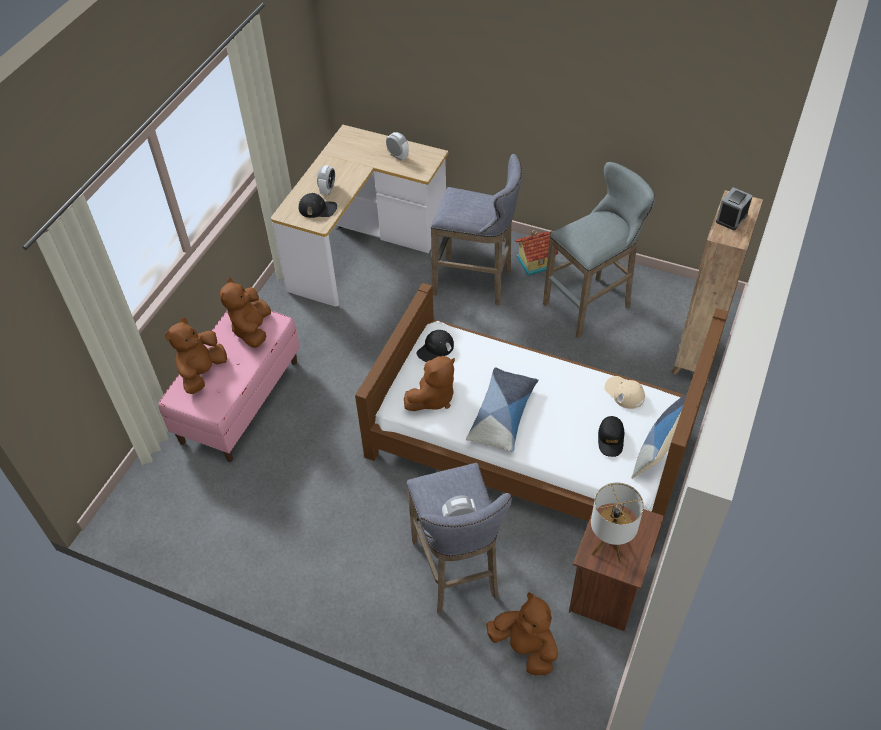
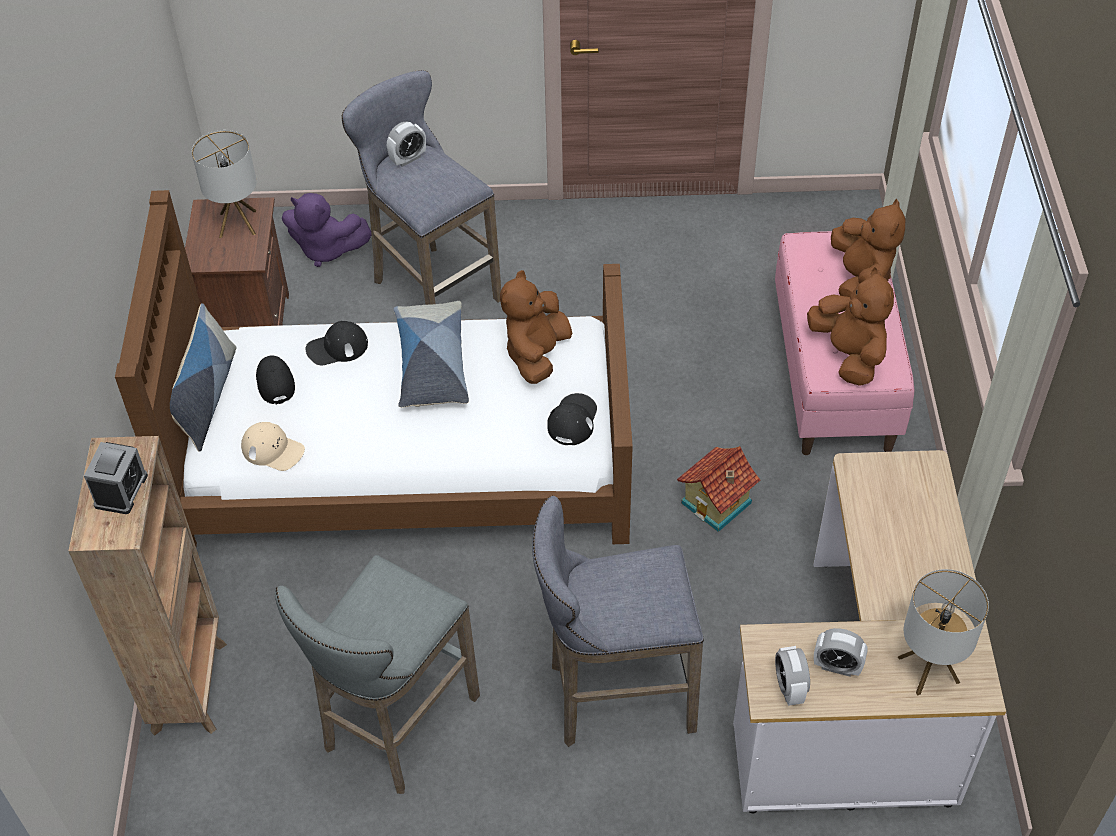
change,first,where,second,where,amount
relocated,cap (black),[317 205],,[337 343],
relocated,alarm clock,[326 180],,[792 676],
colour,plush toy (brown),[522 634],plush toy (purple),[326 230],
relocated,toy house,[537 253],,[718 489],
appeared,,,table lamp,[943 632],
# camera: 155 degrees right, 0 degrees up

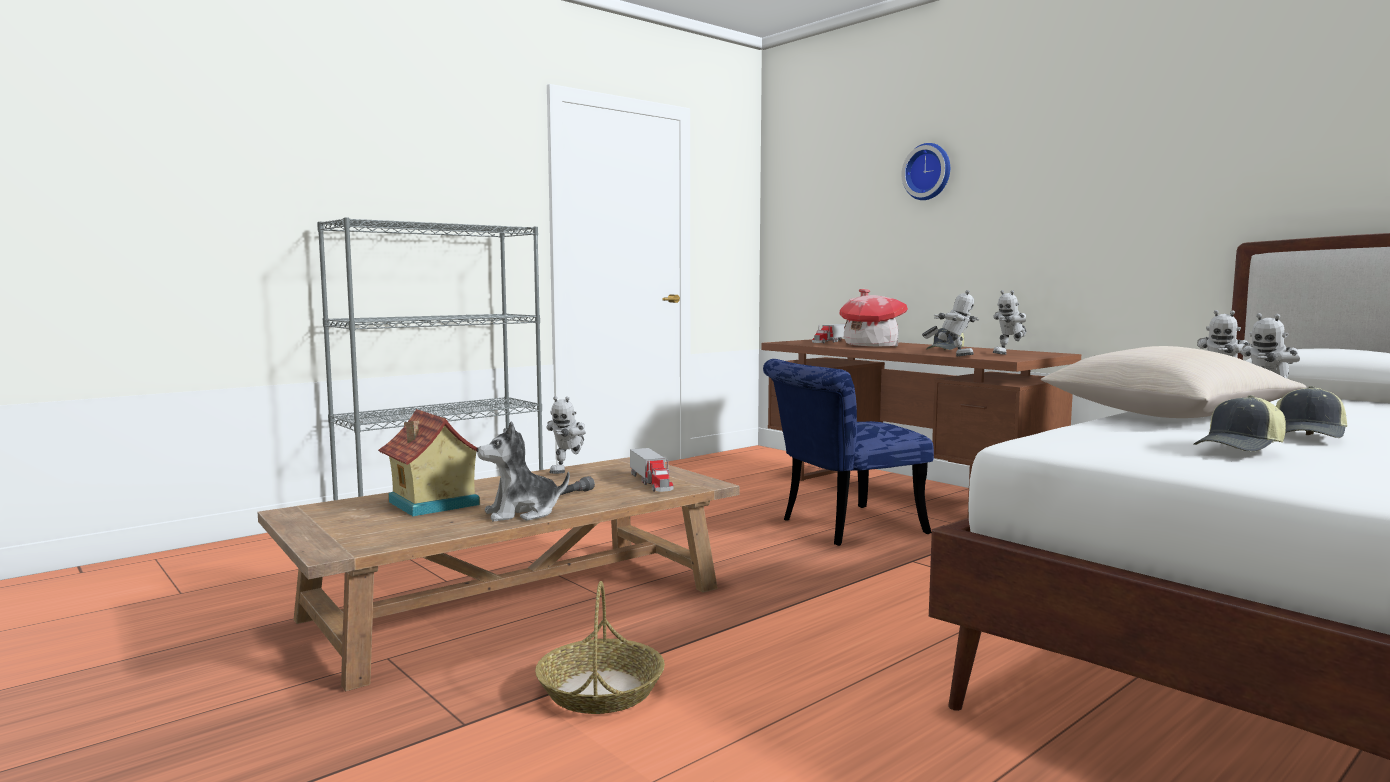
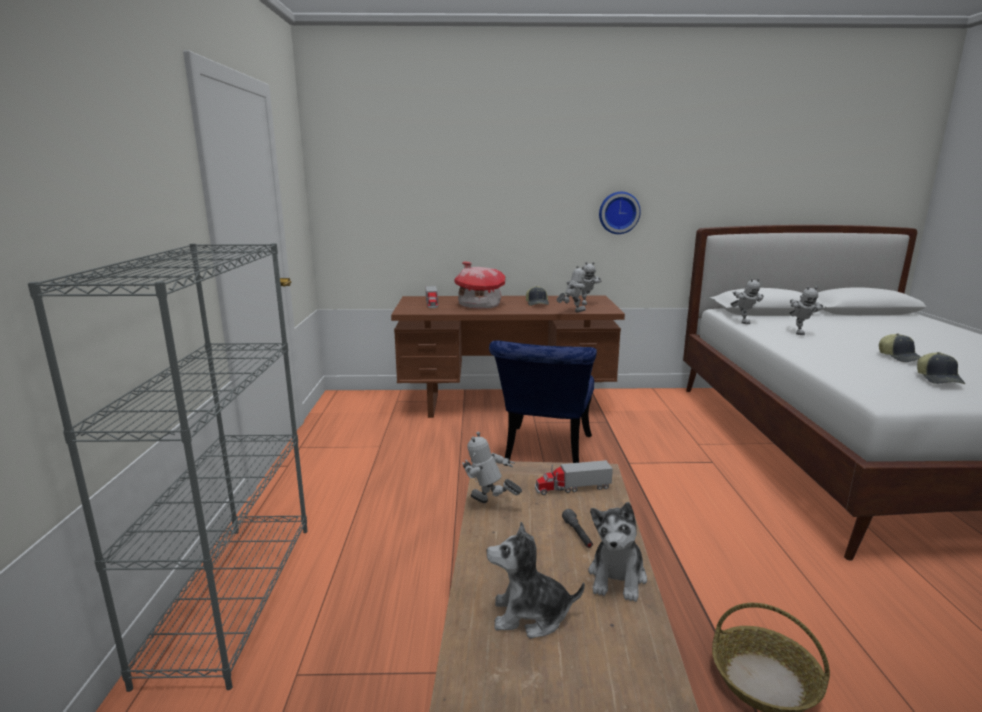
change,first,where,second,where,amount
exchanged,toy house,[429 462],plush toy,[536 580],
spun,toy robot,[566 435],,[492 467],150 degrees clockwise
spun,toy truck,[652 470],,[574 477],150 degrees clockwise
relocated,wall clock,[925 171],,[620 213],
missing,pillow (beige),[1174 382],,,
# camera: 50 degrees left, 10 degrees up

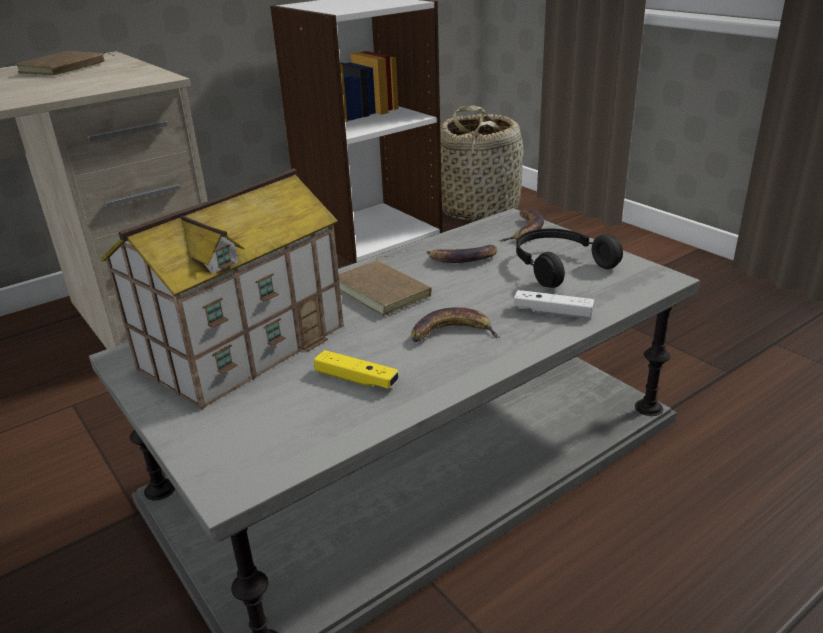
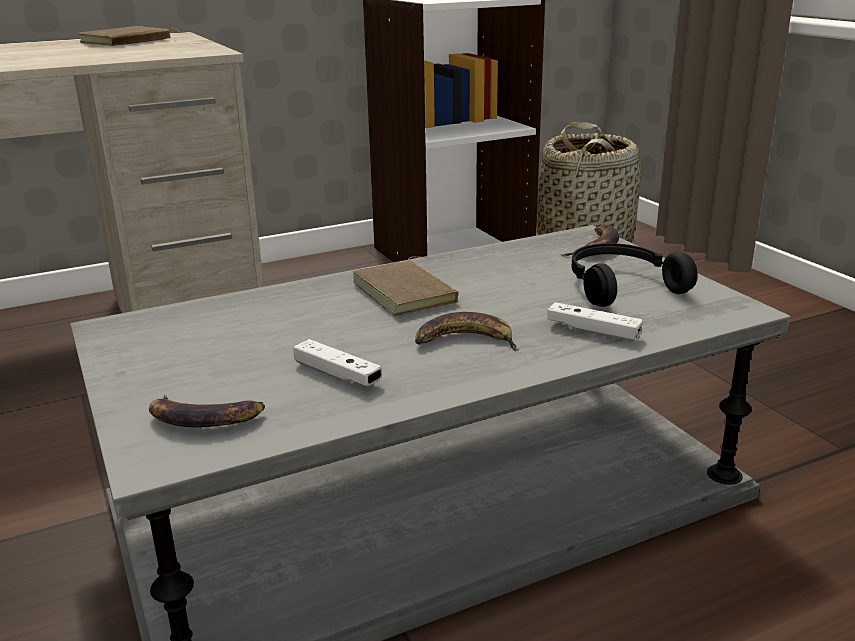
change,first,where,second,where,amount
missing,toy house,[222 288],,,
colour,game controller (yellow),[356 369],game controller (white),[337 362],
relocated,banana,[462 254],,[207 411],
# camera: 10 degrees right, 5 degrees down

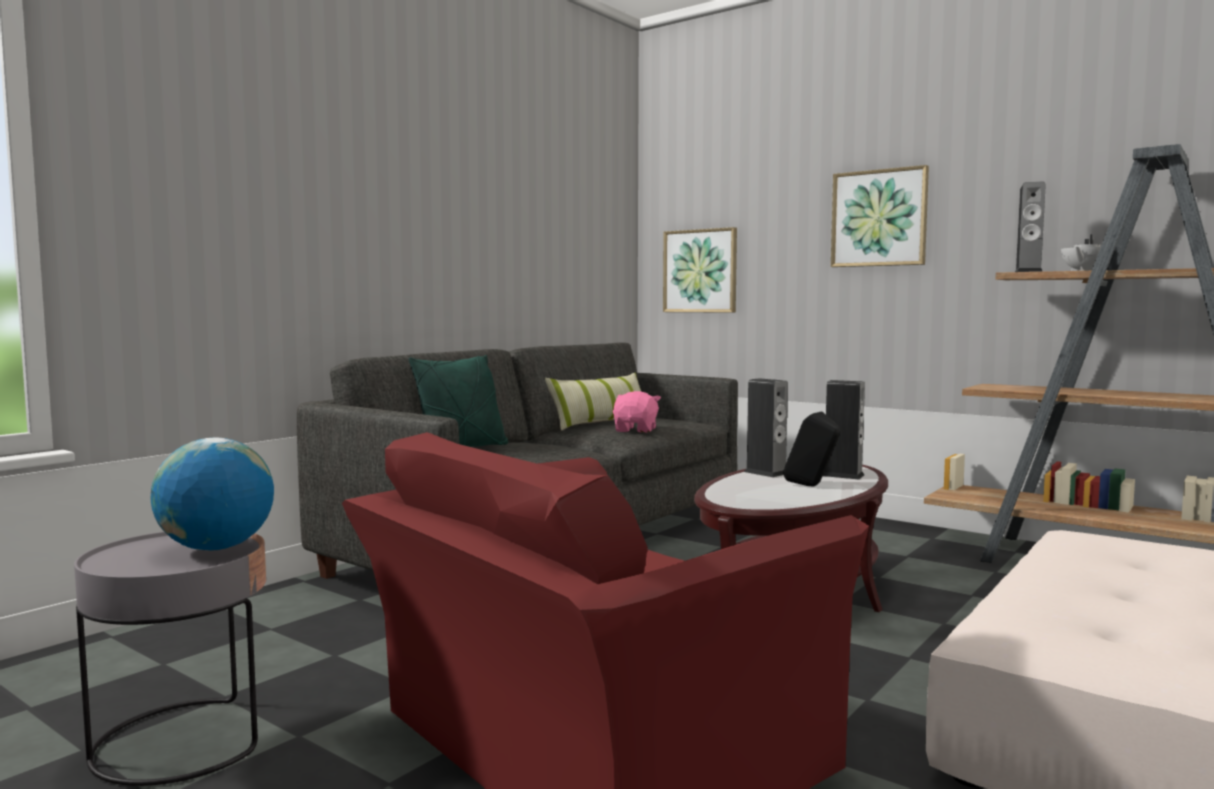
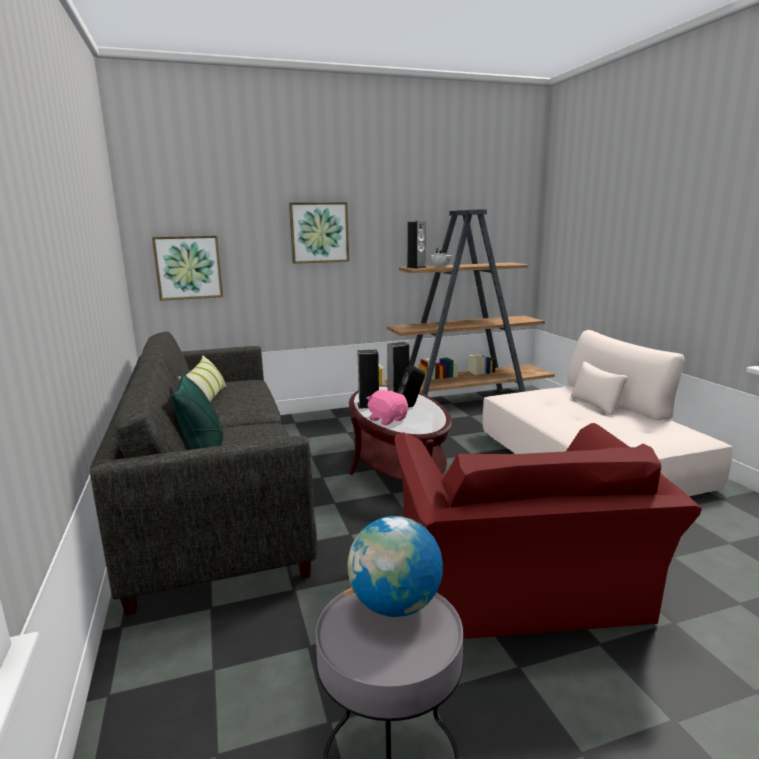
change,first,where,second,where,amount
relocated,plush toy (pink),[637 412],,[387 407],
# camera: 55 degrees left, 10 degrees up

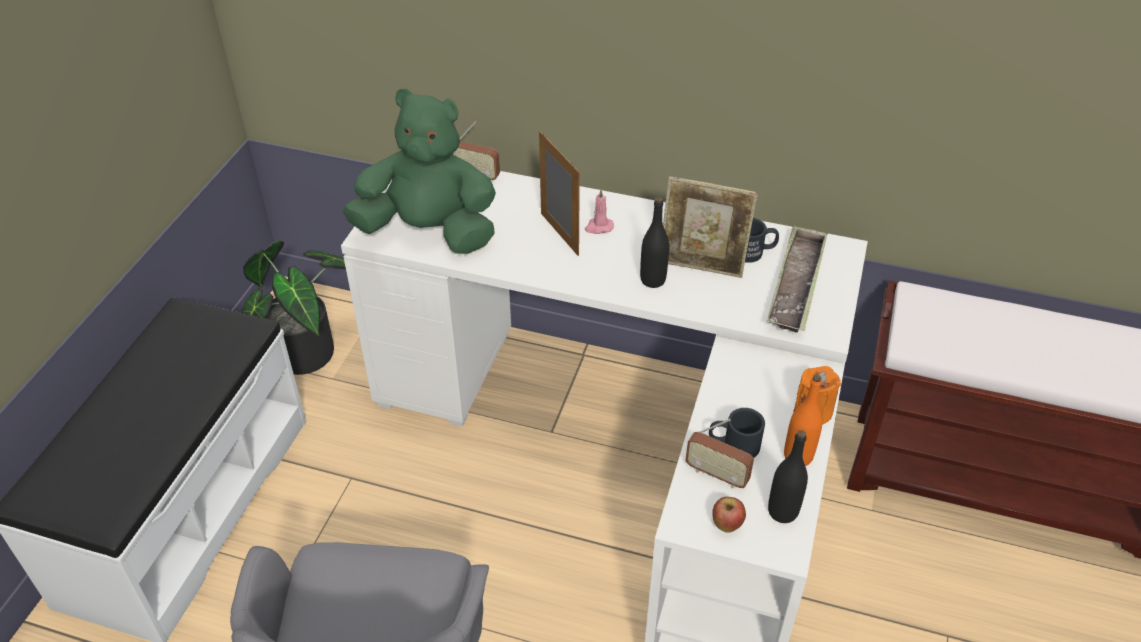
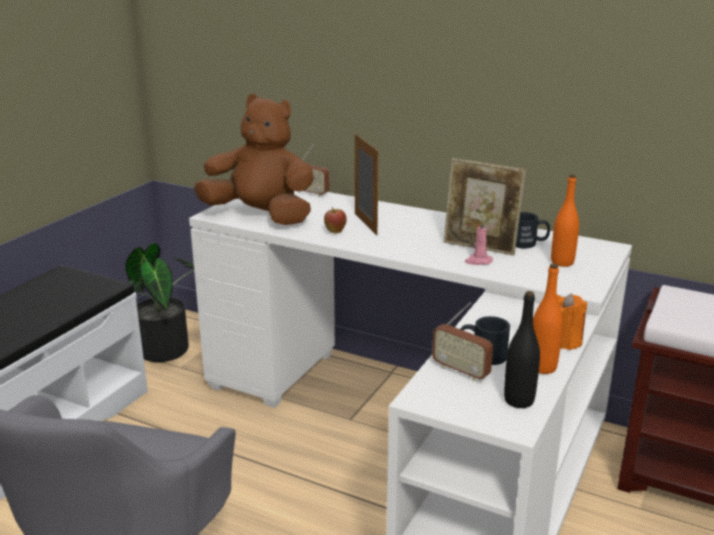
change,first,where,second,where,amount
colour,plush toy (green),[419 171],plush toy (brown),[254 159],
relocated,candle (pink),[599 211],,[479 242],
missing,bottle (black),[654 242],,,
relocated,apple,[729 515],,[335 220],
exchanged,tray,[797 279],bottle (orange),[565 220],
# camera: 10 degrees right, 20 degrees down

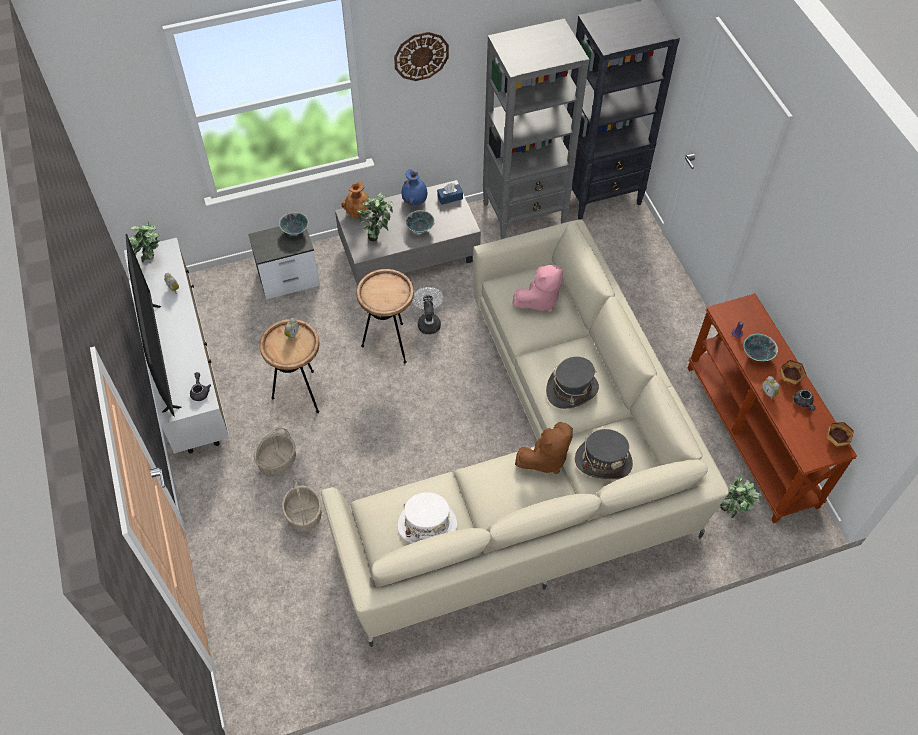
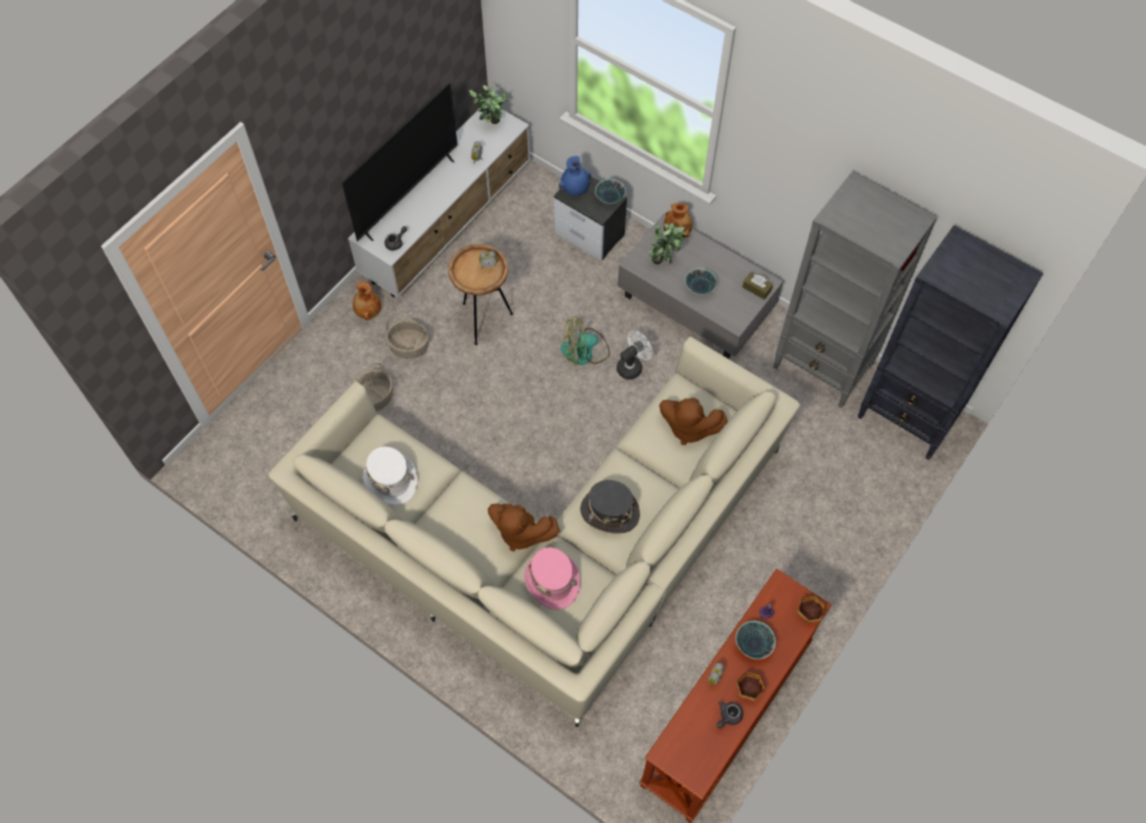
change,first,where,second,where,amount
exchanged,side table (brown),[385 316],fan,[585 341],
missing,wall clock,[421 56],,,
relocated,vase (blue),[414 187],,[575 176],
colour,tissue box (blue),[450 194],tissue box (brown),[758 286],
colour,plush toy (pink),[538 288],plush toy (brown),[693 421],
colour,hat (grey),[604 454],hat (pink),[552 578],
missing,potted plant,[741 496],,,
relocated,bowl,[840 434],,[811 609],
appeared,,,vase (brown),[367 301],
# camera: 55 degrees right, 5 degrees up

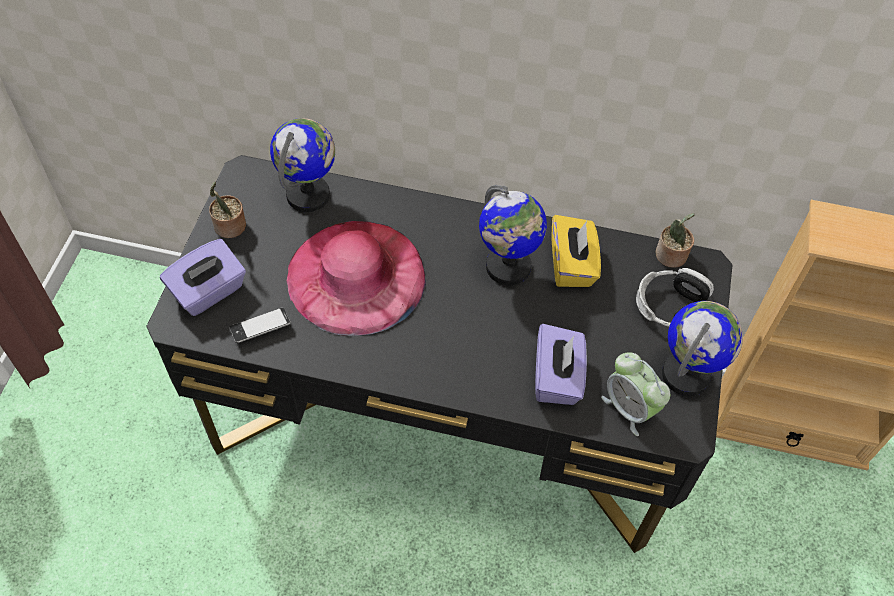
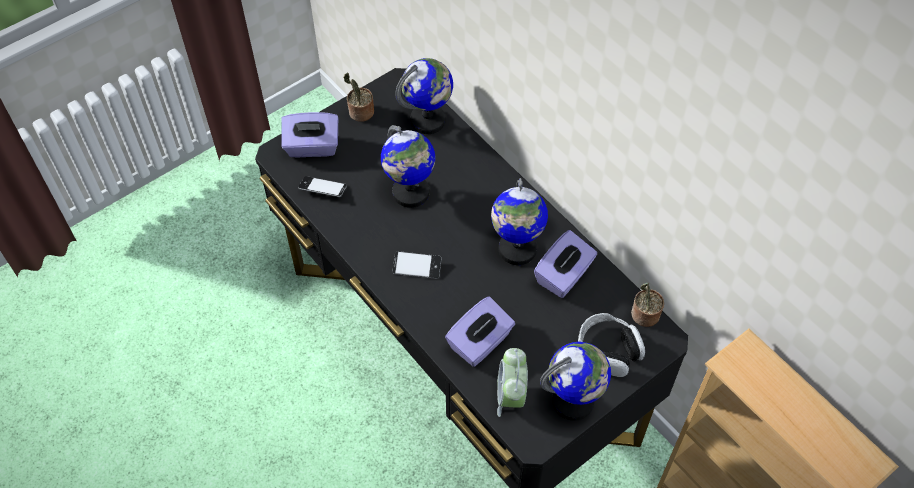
change,first,where,second,where,amount
exchanged,hat (pink),[356 278],globe,[408 166],
colour,tissue box (yellow),[576 251],tissue box (purple),[565 264],
appeared,,,phone,[417 265],
# camera: 40 degrees right, 0 degrees up

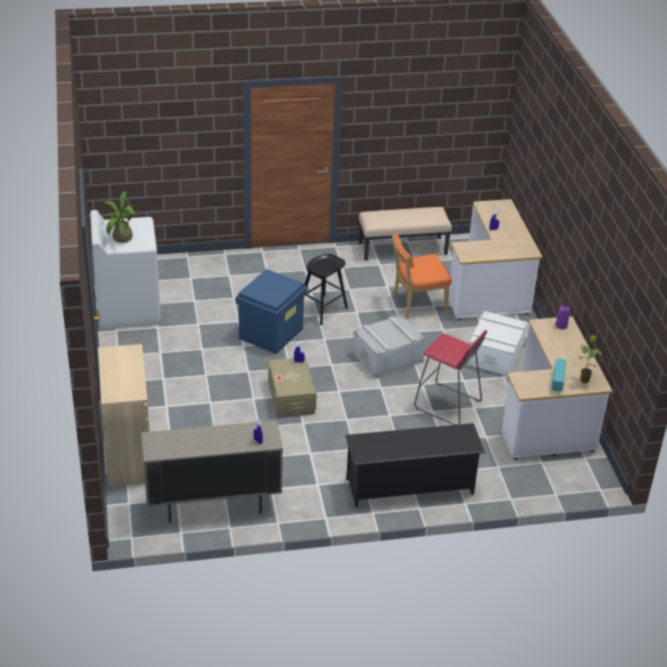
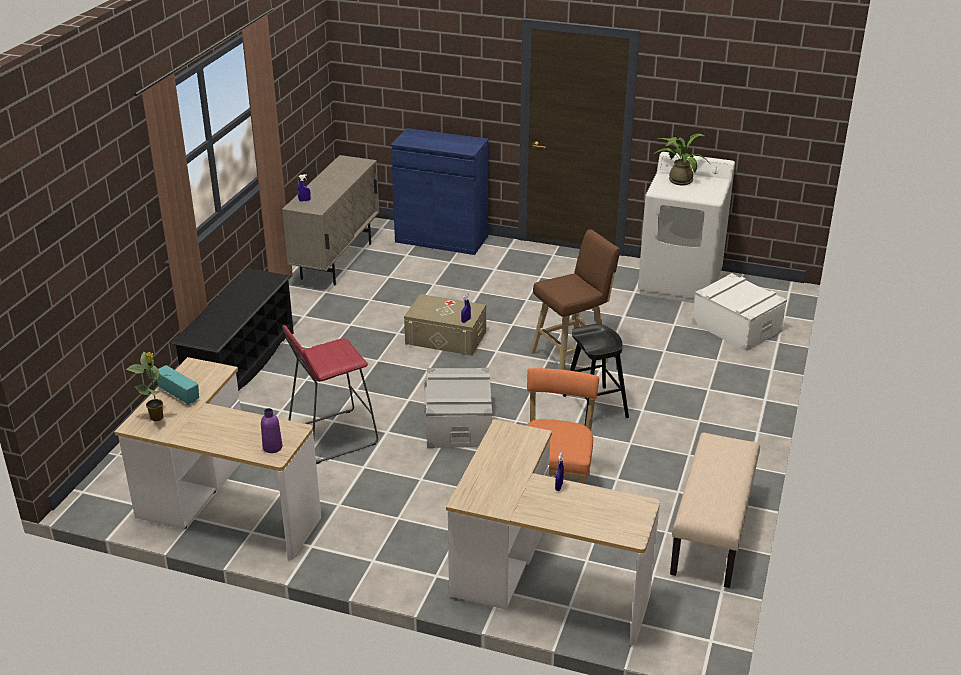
change,first,where,second,where,amount
colour,cabinet (beige),[124 415],cabinet (blue),[439 191],
exchanged,storage box (blue),[271 311],stool (brown),[575 299],
relocated,storage box (white),[496 343],,[739 312],
# camera: 120 degrees right, 5 degrees down

